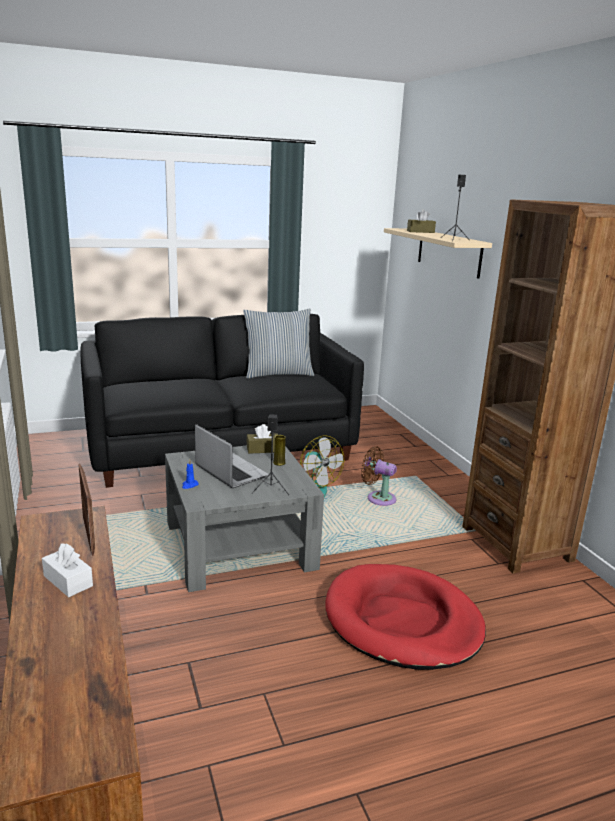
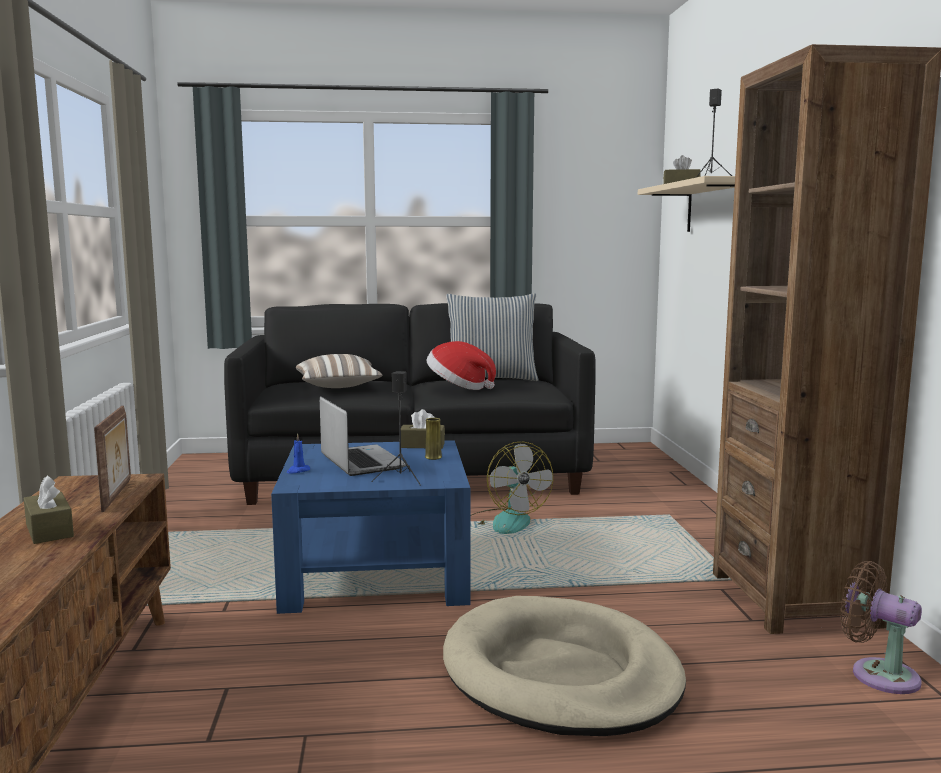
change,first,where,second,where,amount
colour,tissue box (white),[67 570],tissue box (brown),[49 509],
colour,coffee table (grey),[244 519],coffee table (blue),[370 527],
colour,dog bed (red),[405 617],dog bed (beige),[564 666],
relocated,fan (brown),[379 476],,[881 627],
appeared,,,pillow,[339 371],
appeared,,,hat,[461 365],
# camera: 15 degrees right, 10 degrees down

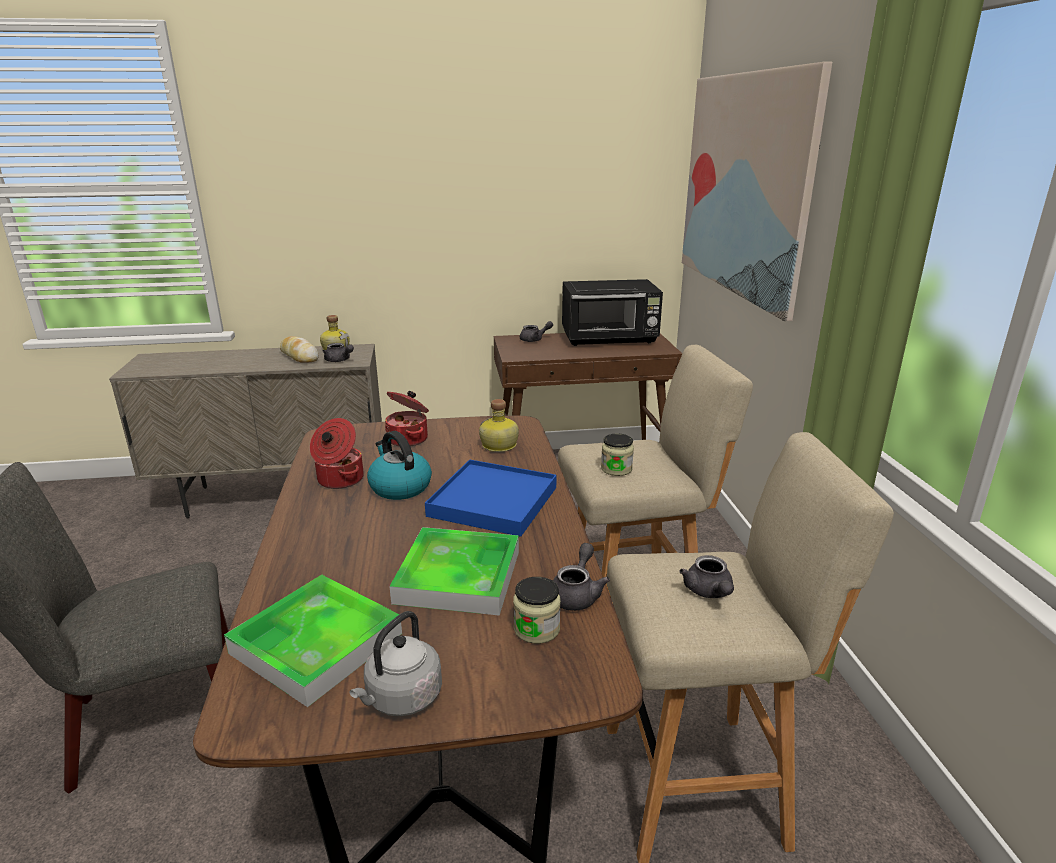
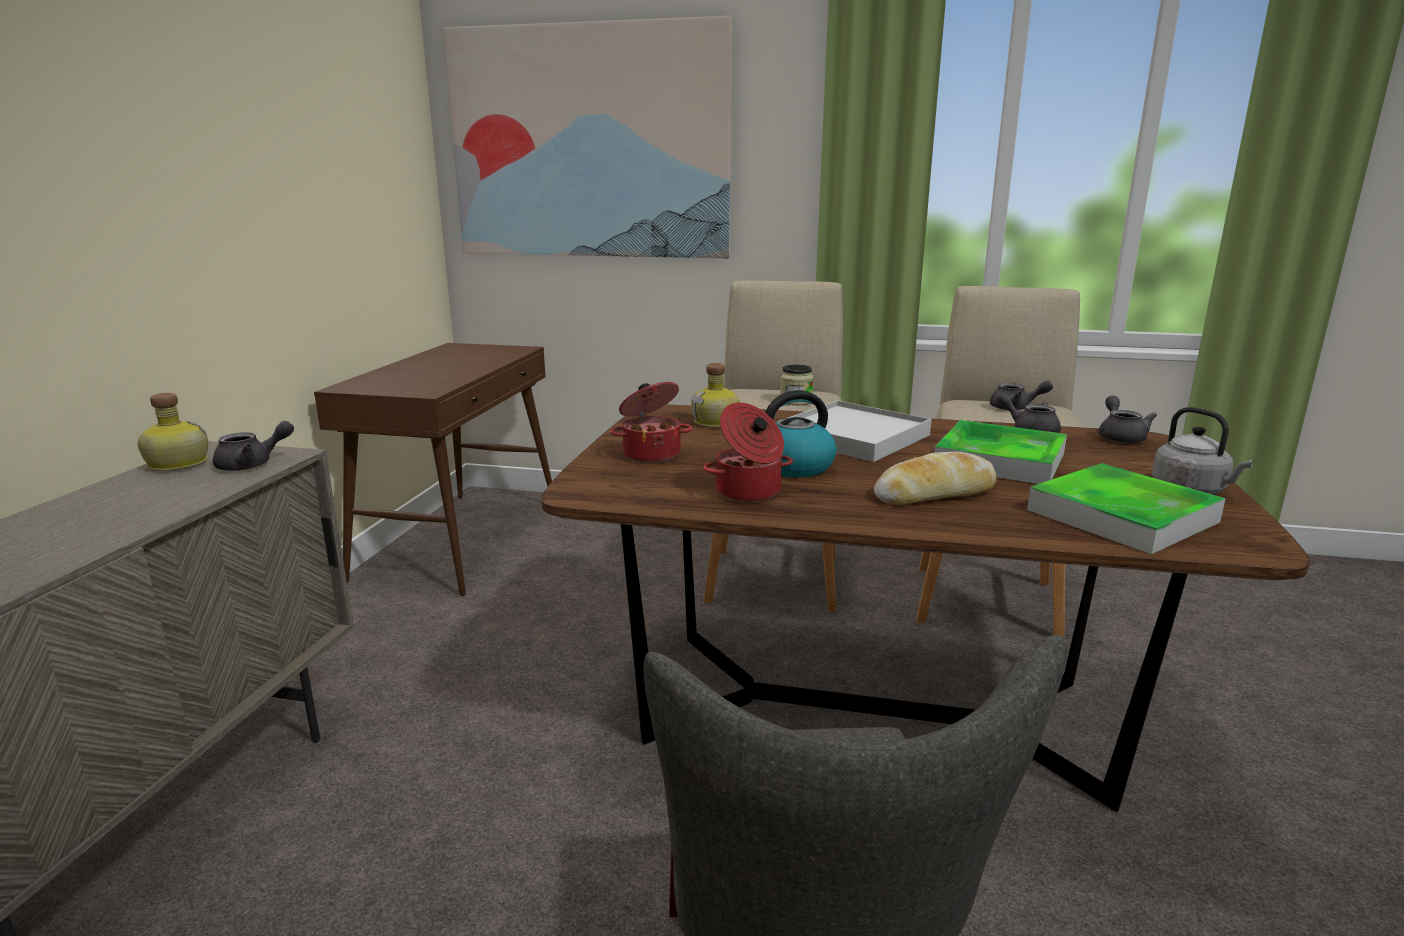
change,first,where,second,where,amount
relocated,bread,[299 349],,[935 478],
colour,tray (blue),[491 498],tray (white),[860 431],
missing,jar,[537 610],,,
relocated,teapot (grey),[536 331],,[1128 419],
missing,microwave (black),[612 312],,,
# camera: 70 degrees left, 5 degrees down

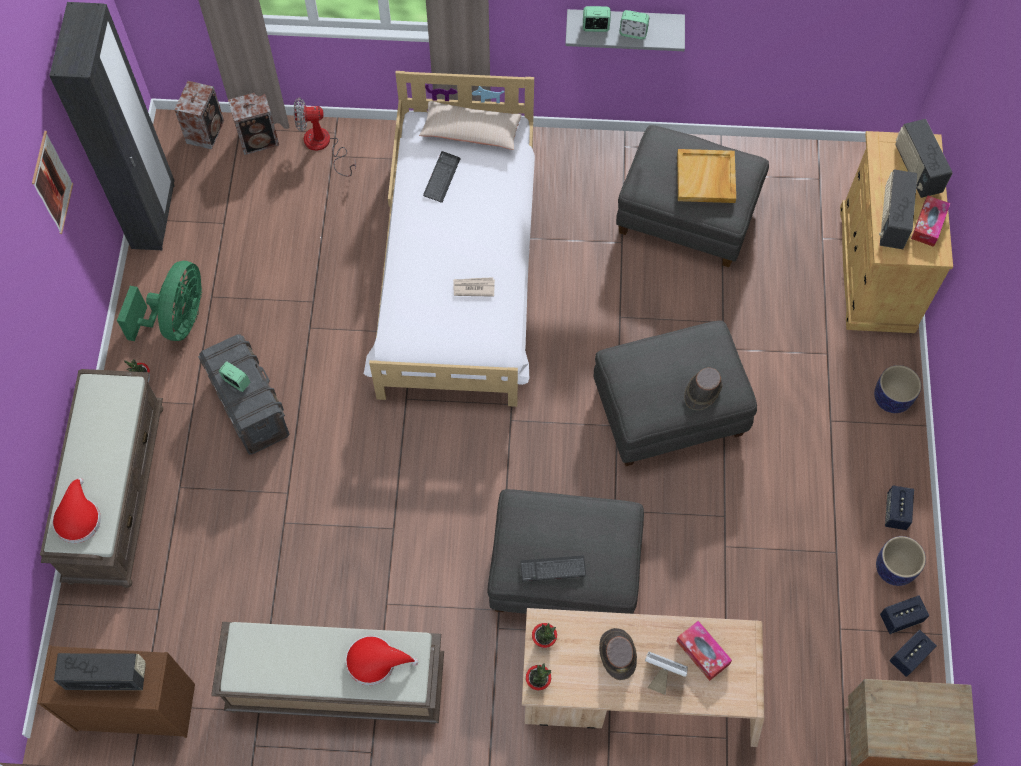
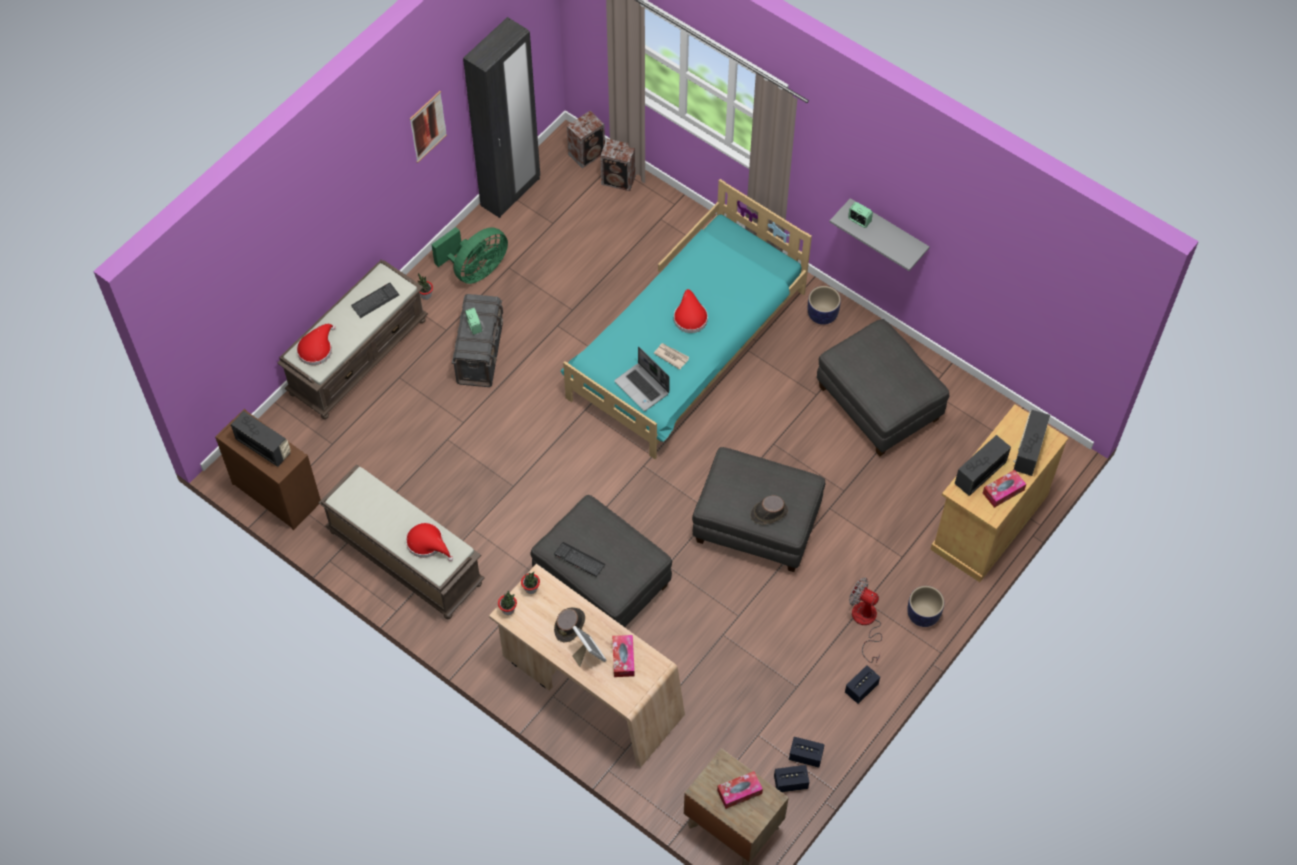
change,first,where,second,where,amount
relocated,fan,[325 137],,[865 620],
colour,bed (white),[449 239],bed (turquoise),[686 319],
missing,pillow (beige),[470 125],,,
relocated,keyboard,[442 177],,[375 300],
missing,alarm clock,[634 24],,,
missing,tray (beige),[706 176],,,
relocated,planter,[901 561],,[824 305],
appeared,,,laptop,[642 378],
appeared,,,hat (red),[691 311],
appeared,,,tissue box,[740 790],
# camera: 35 degrees right, 5 degrees down

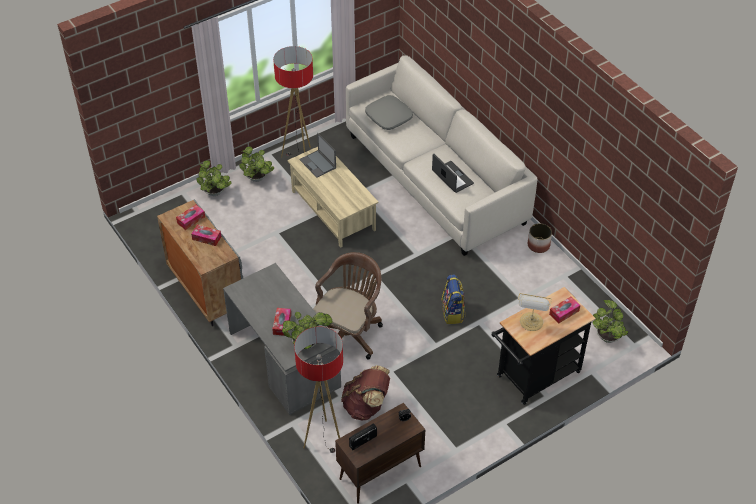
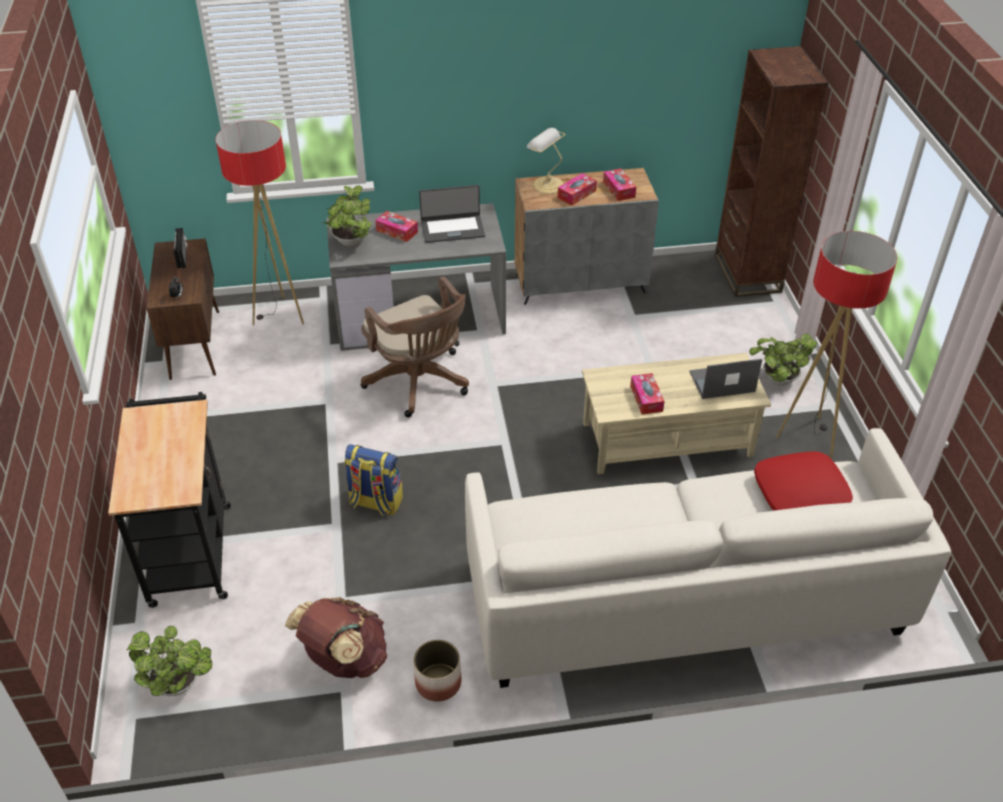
change,first,where,second,where,amount
missing,potted plant,[213 178],,,
relocated,backpack (brown),[365 392],,[336 637],
colour,pillow (grey),[389 112],pillow (red),[803 481],
relocated,laptop,[453 173],,[452 214],
relocated,table lamp,[535 312],,[546 161],
relocated,tissue box,[564 309],,[647 394],
appeared,,,bookcase (brown),[771 171],
# camera: 115 degrees right, 5 degrees down

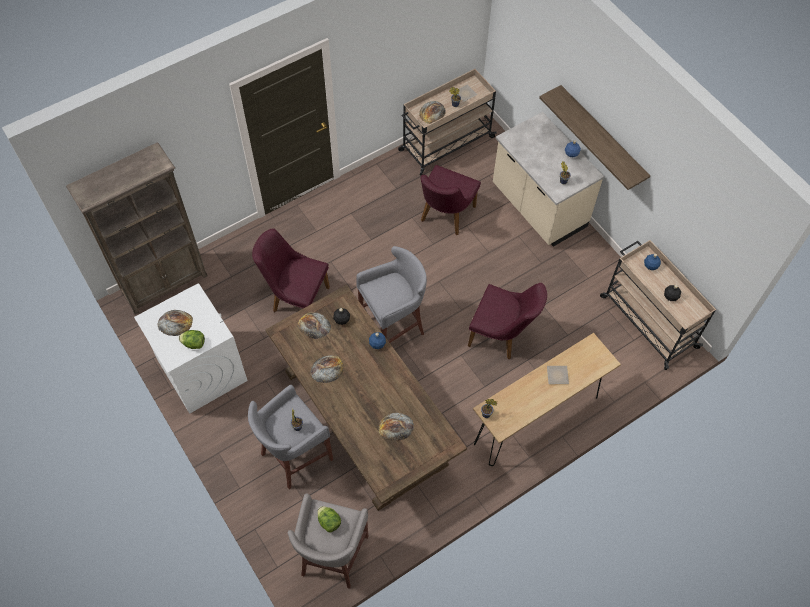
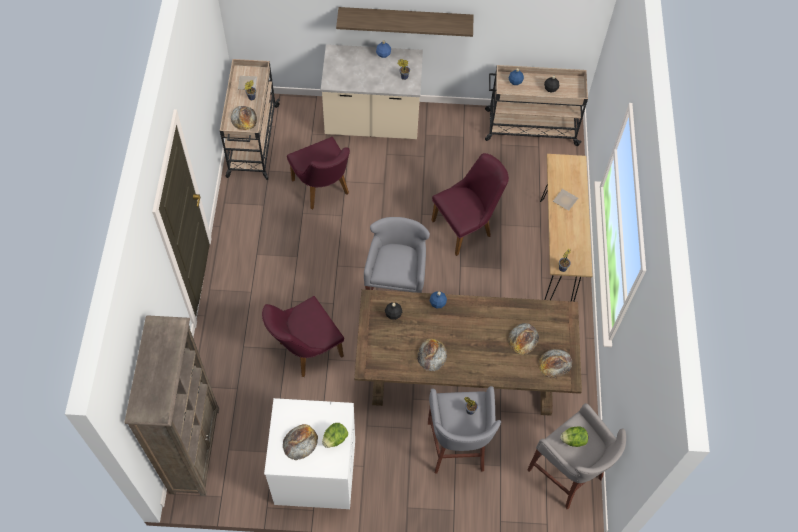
change,first,where,second,where,amount
relocated,bread,[314 325],,[555 363],
# camera: 55 degrees left, 0 degrees up

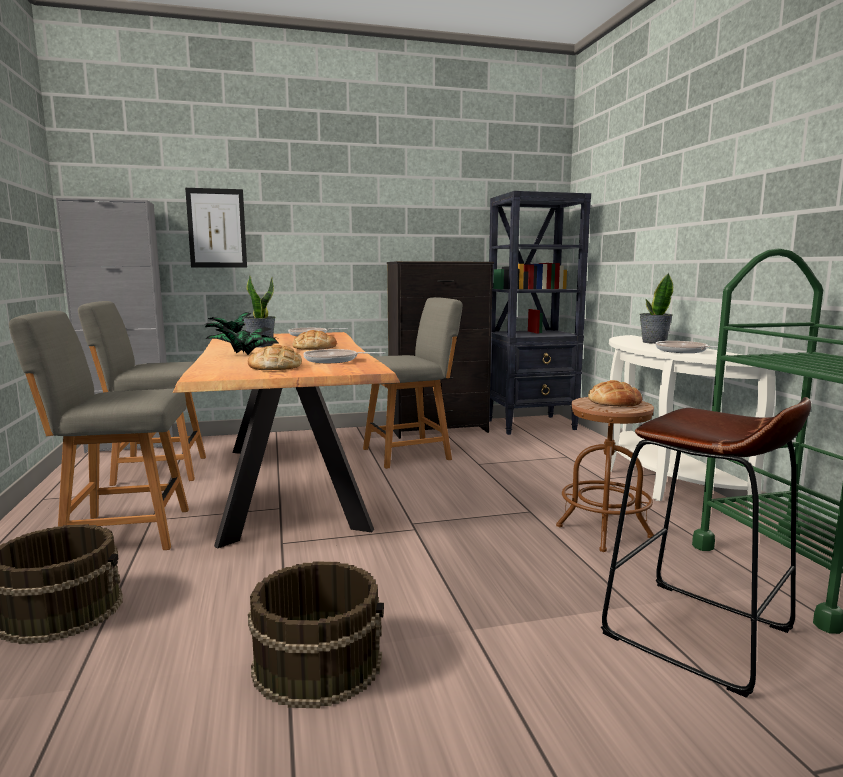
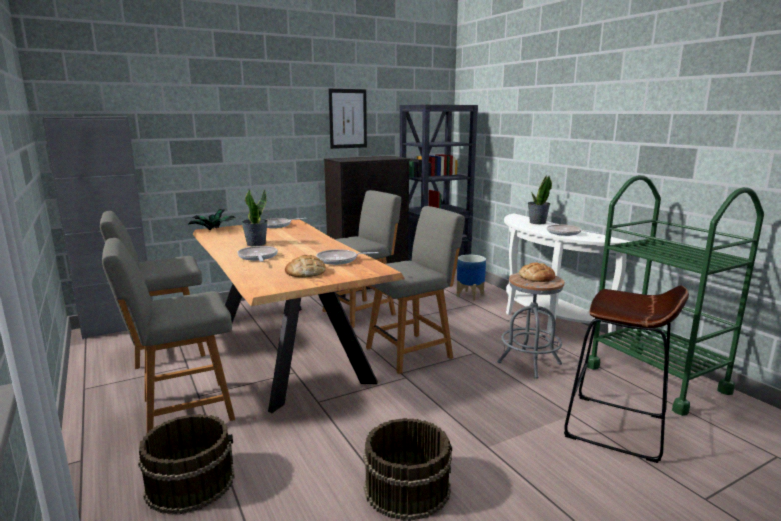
change,first,where,second,where,amount
relocated,picture,[216 227],,[347 119],
exchanged,potted plant,[242 341],frying pan,[257 254],
missing,bread,[314 340],,,
colour,stool (brown),[605 474],stool (grey),[531 325],
appeared,,,chair (grey),[415 290],
appeared,,,planter,[471 278],
# camera: 15 degrees left, 5 degrees up

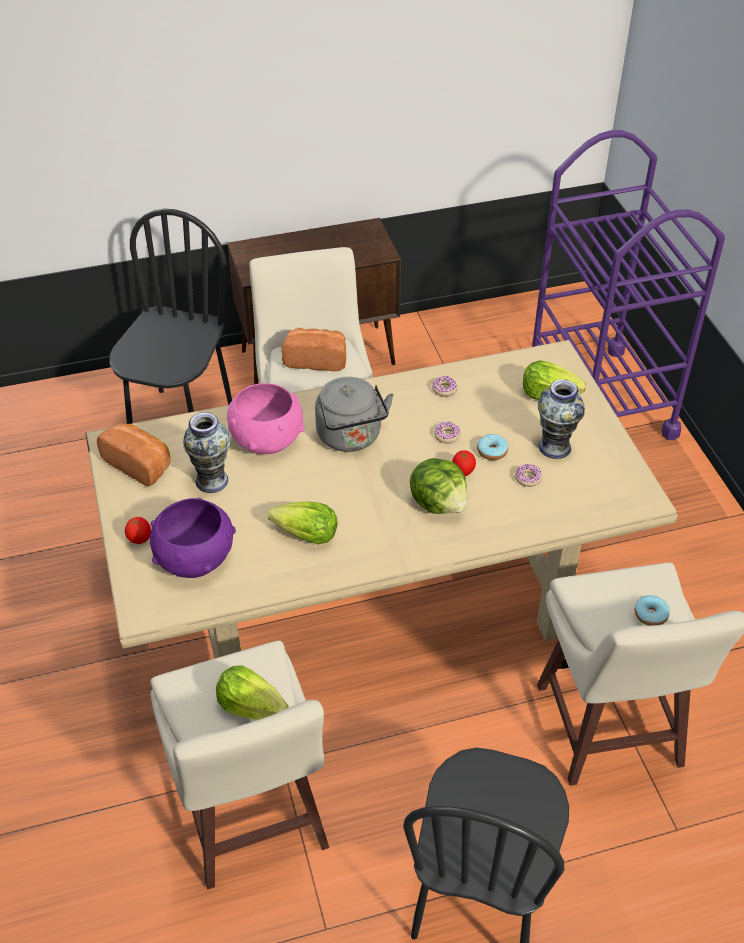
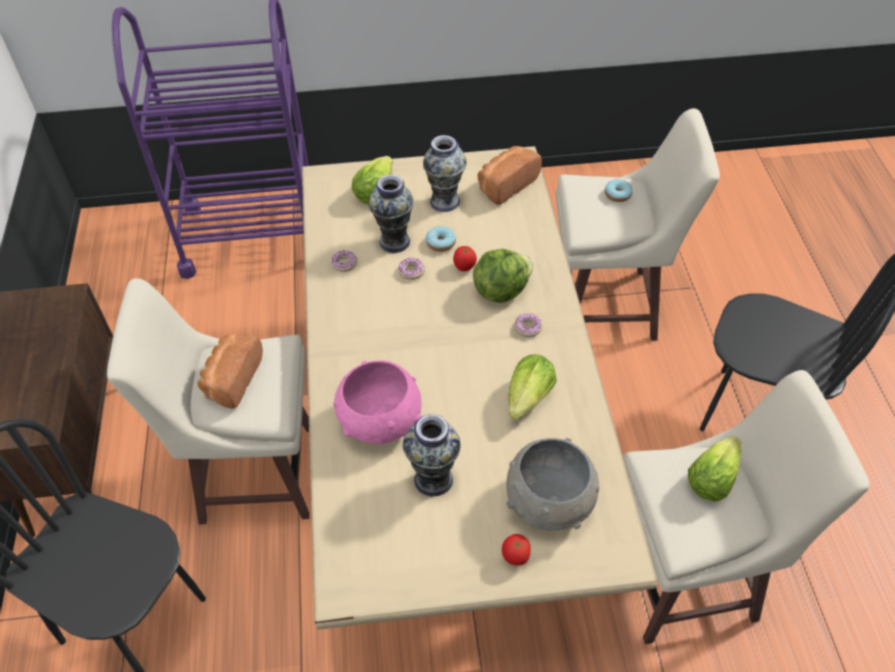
change,first,where,second,where,amount
relocated,bread,[133 454],,[509 175],
colour,bowl (purple),[193 538],bowl (grey),[552 484],
missing,kettle (grey),[354 414],,,
relocated,donut,[529 475],,[528 325],
appeared,,,vase,[391 214],
# camera: 80 degrees left, 5 degrees up

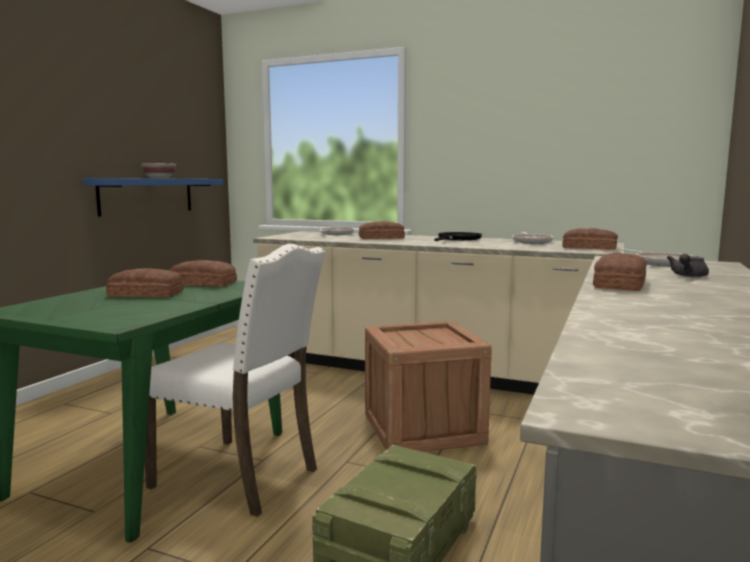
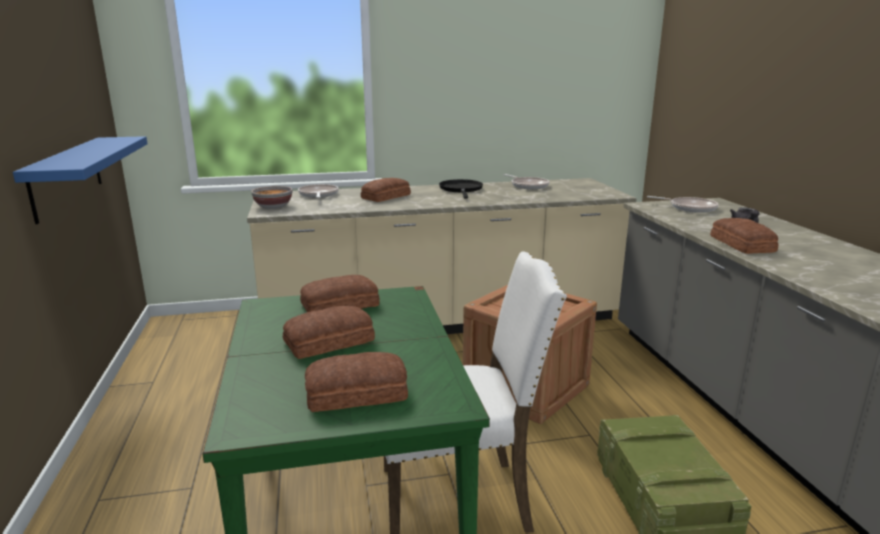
change,first,where,second,where,amount
relocated,bowl,[158 170],,[271 197],
relocated,bread,[590 239],,[356 382],
# camera: 35 degrees left, 10 degrees up

